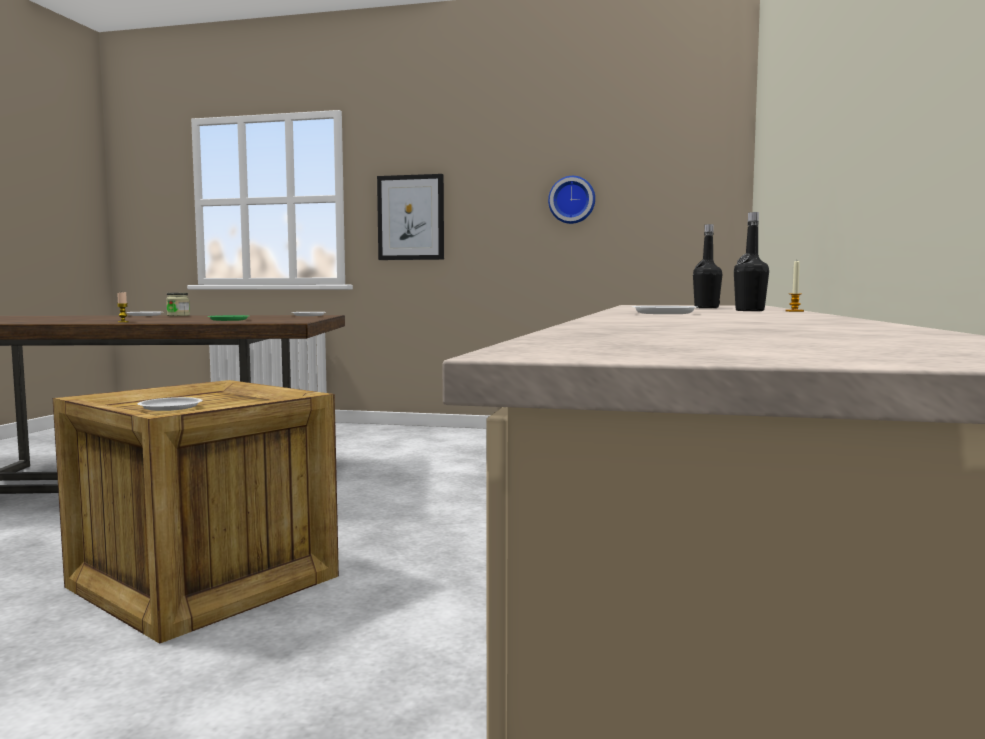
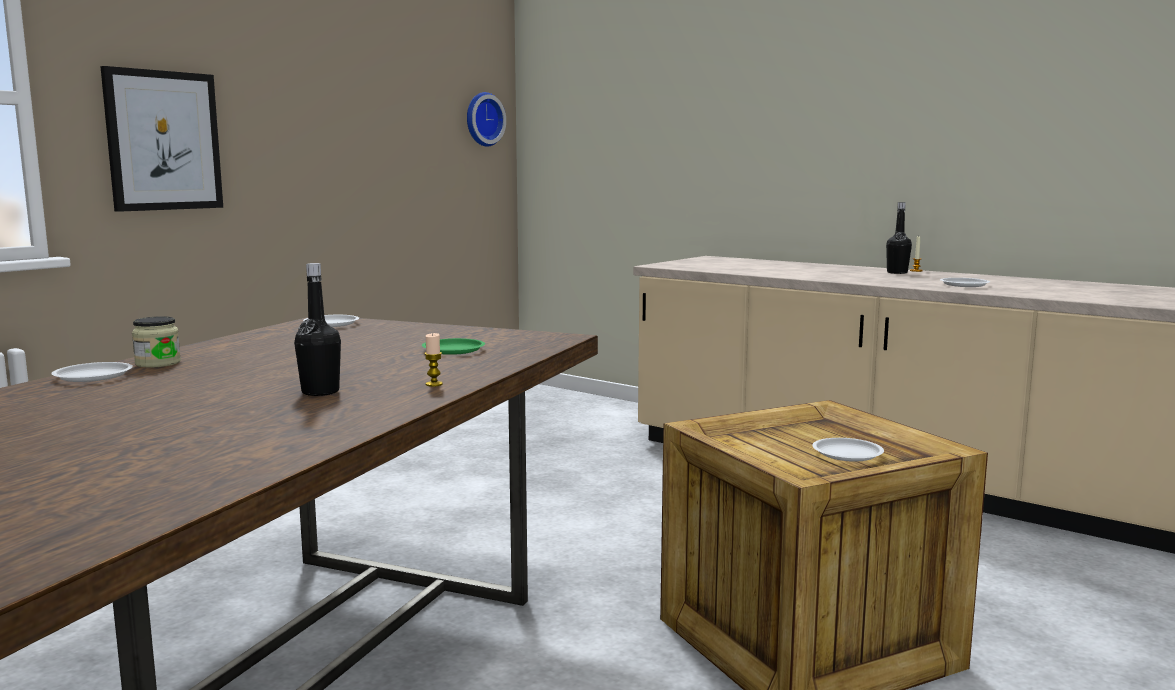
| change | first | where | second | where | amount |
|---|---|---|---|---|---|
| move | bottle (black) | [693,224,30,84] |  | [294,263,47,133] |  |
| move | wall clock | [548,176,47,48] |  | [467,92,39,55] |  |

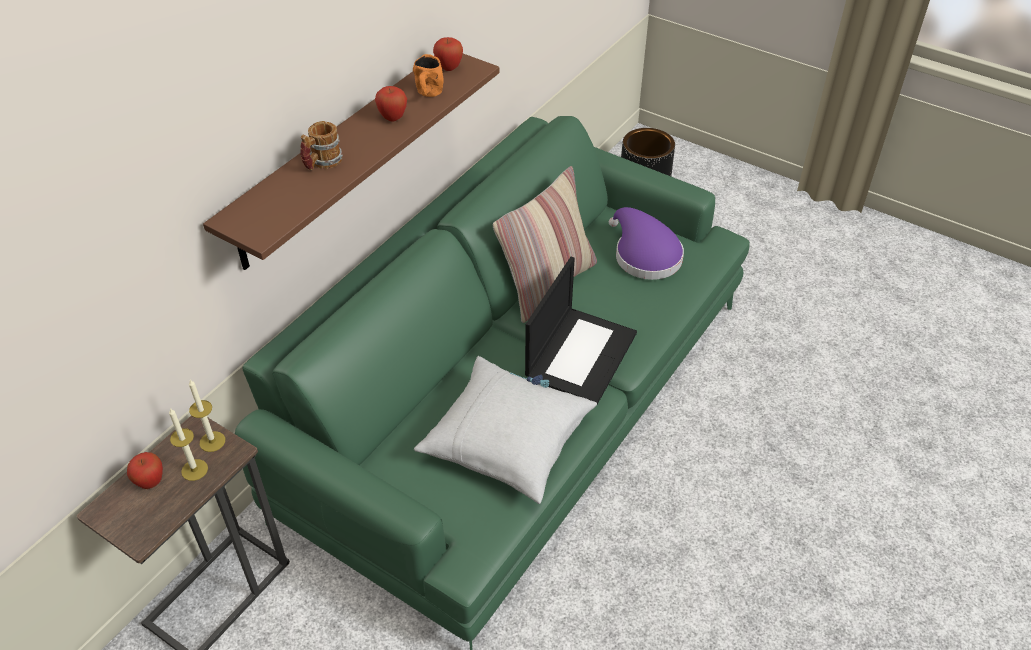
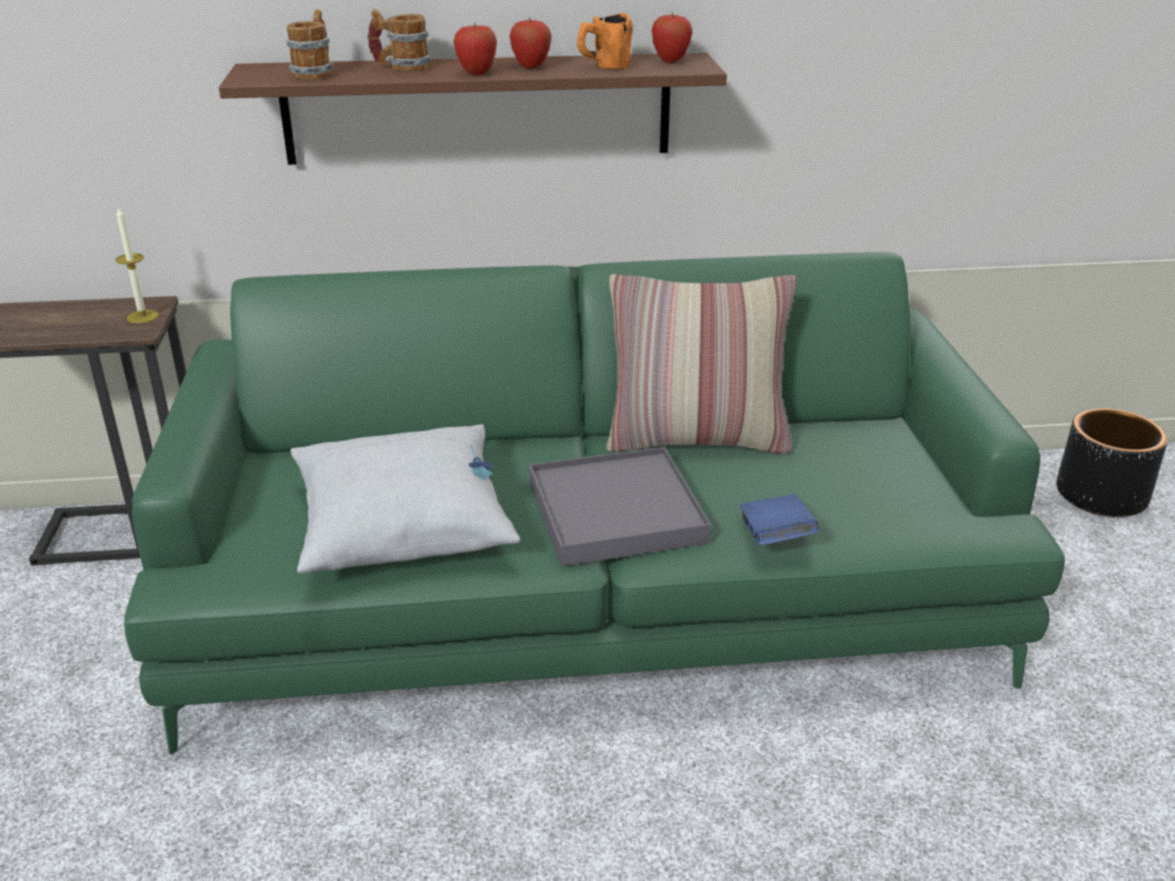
| change | first | where | second | where | amount |
|---|---|---|---|---|---|
| insert |  |  | mug | [286,10,47,70] |  |
| move | apple | [127,452,36,37] |  | [453,24,44,51] |  |
| replace | laptop | [525,257,112,147] | tray (grey) | [529,447,182,119] |  |
| insert |  |  | book (blue) | [740,494,80,52] |  |
| delete | candle | [169,408,39,73] |  |  |  |
| delete | hat (purple) | [609,207,75,73] |  |  |  |

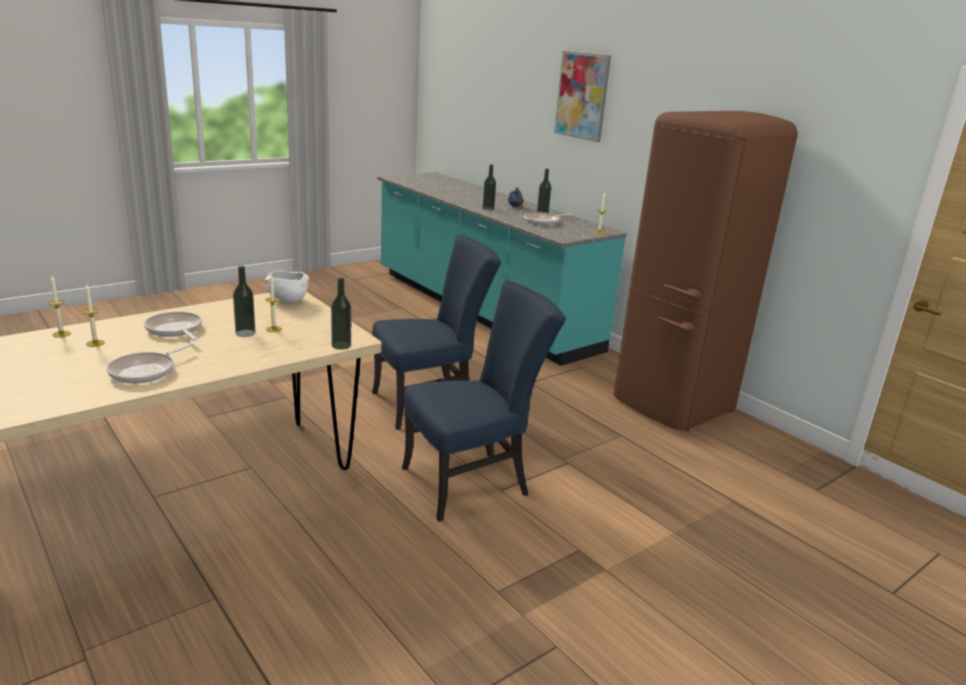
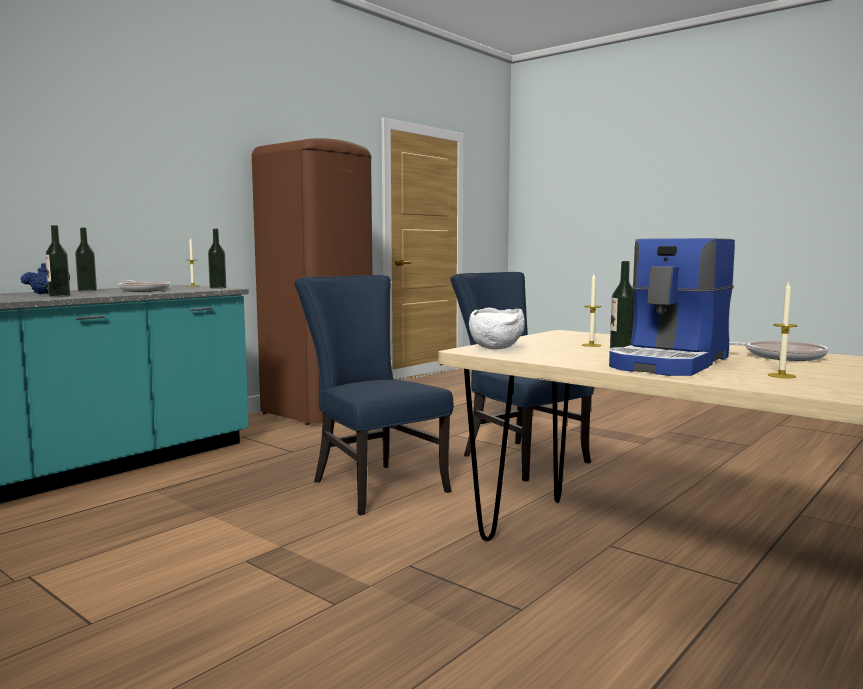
| change | first | where | second | where | amount |
|---|---|---|---|---|---|
| move | bottle | [331,278,20,72] |  | [208,229,18,60] |  |
| replace | frying pan | [144,312,58,29] | coffee machine | [609,238,126,138] |  |
| delete | candle | [48,276,23,62] |  |  |  |
| delete | picture | [554,51,57,91] |  |  |  |

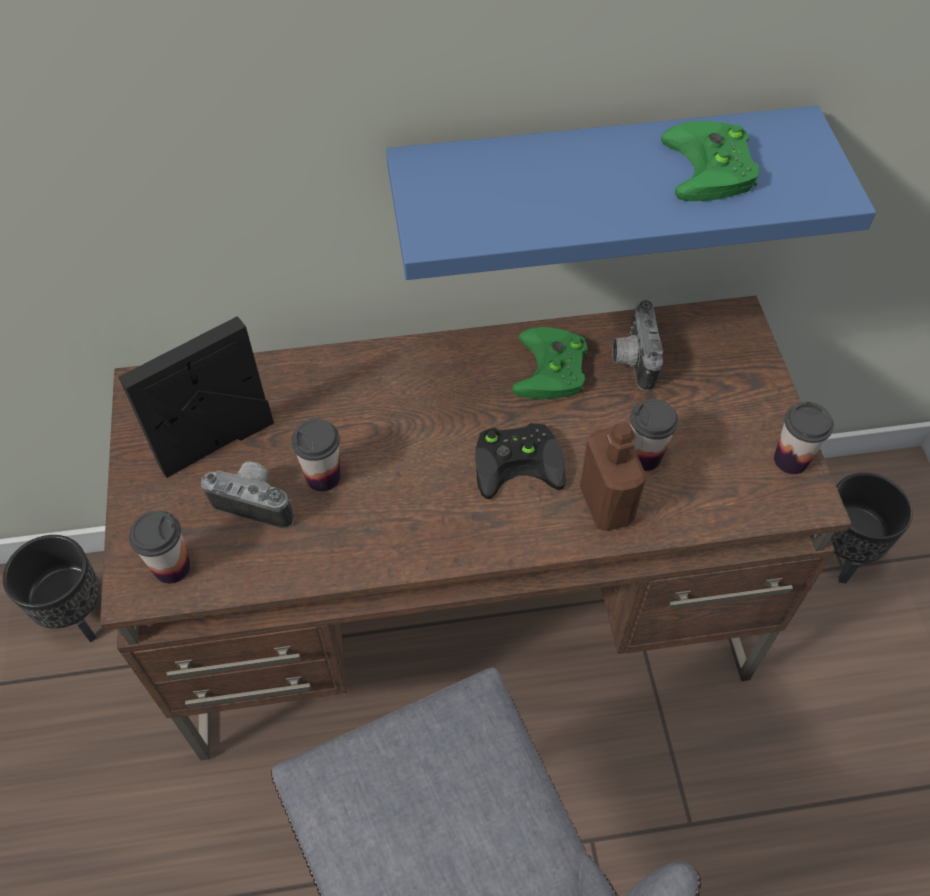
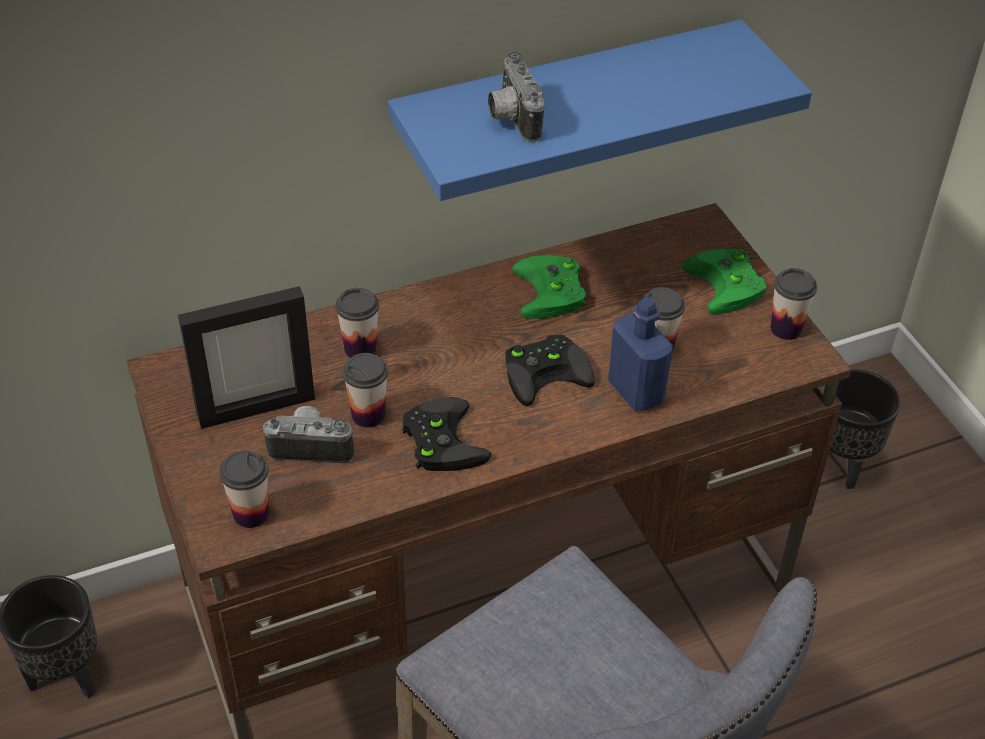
| change | first | where | second | where | amount |
|---|---|---|---|---|---|
| rotate | picture frame | [118,316,156,162] |  | [178,286,137,143] | 150 degrees counterclockwise |
| insert |  |  | cup | [335,288,44,70] |  |
| insert |  |  | game controller (black) | [402,397,89,74] |  |
| move | photo camera | [612,300,51,91] |  | [488,52,57,90] |  |
| recolor | bottle (brown) | [580,422,67,109] | bottle (blue) | [608,297,65,114] |  |
| move | game controller (green) | [661,121,98,80] |  | [682,249,84,65] |  |

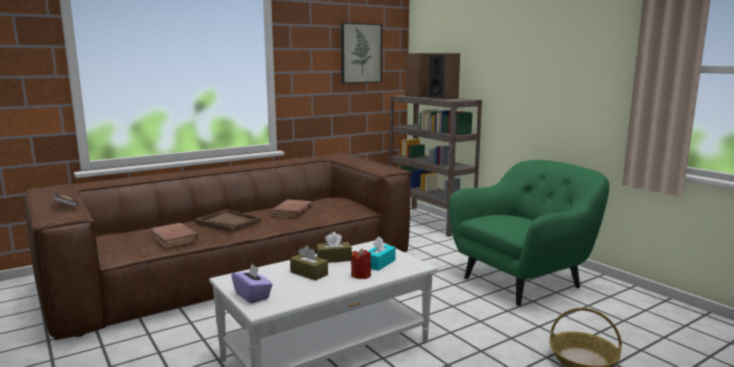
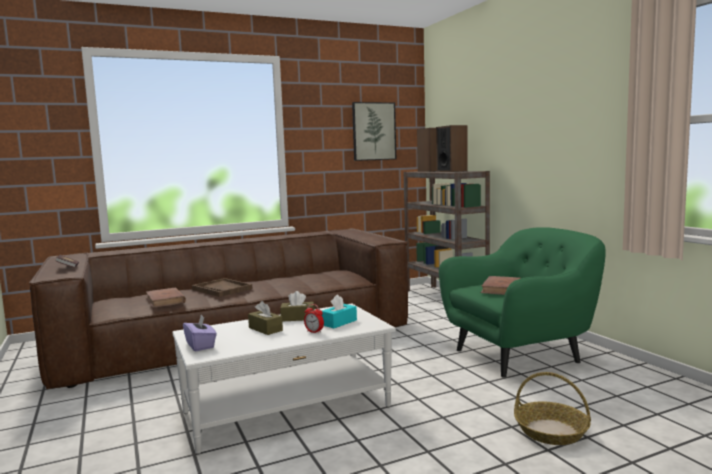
| change | first | where | second | where | amount |
|---|---|---|---|---|---|
| replace | candle (red) | [351,248,20,31] | alarm clock | [304,304,20,30] |  |
| move | book (brown) | [271,200,41,18] |  | [481,276,40,19] |  |

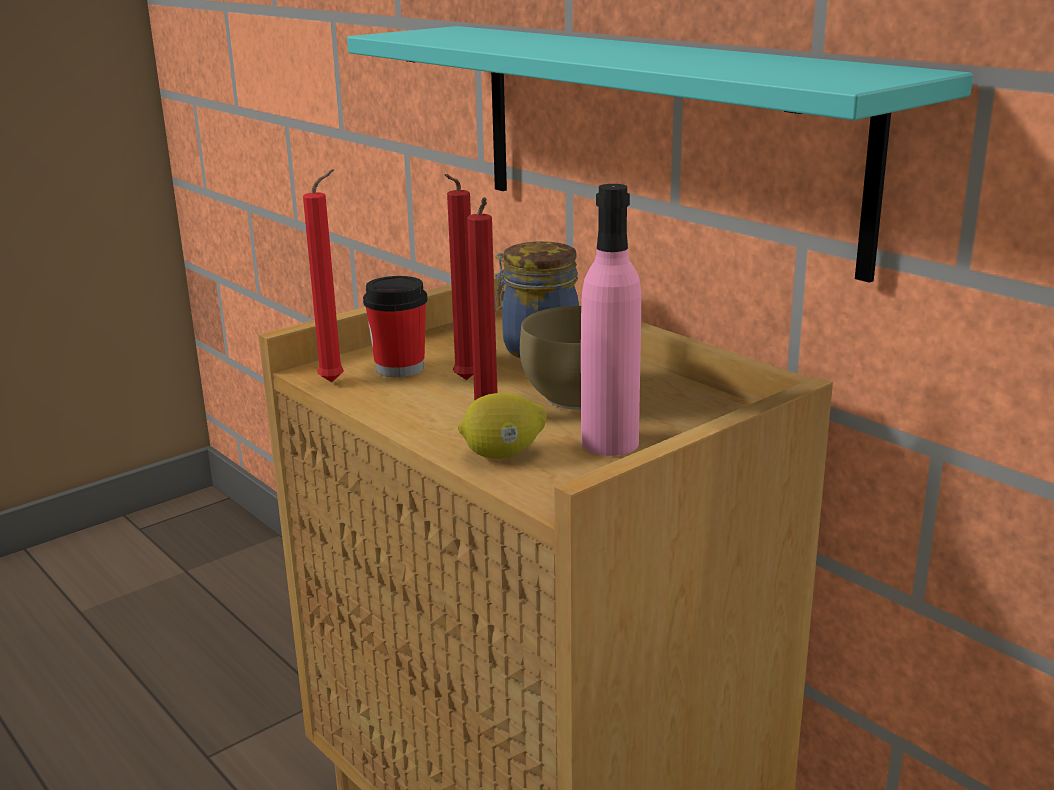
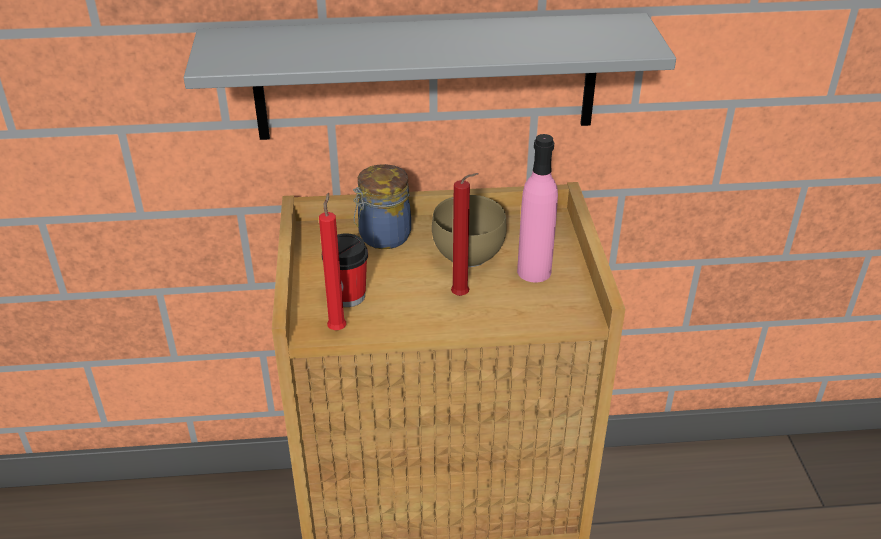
| change | first | where | second | where | amount |
|---|---|---|---|---|---|
| recolor | shelf (turquoise) | [347,26,626,257] | shelf (grey) | [184,13,492,127] |  |
| delete | candle (red) | [445,174,28,206] |  |  |  |
| delete | lemon | [458,393,89,66] |  |  |  |

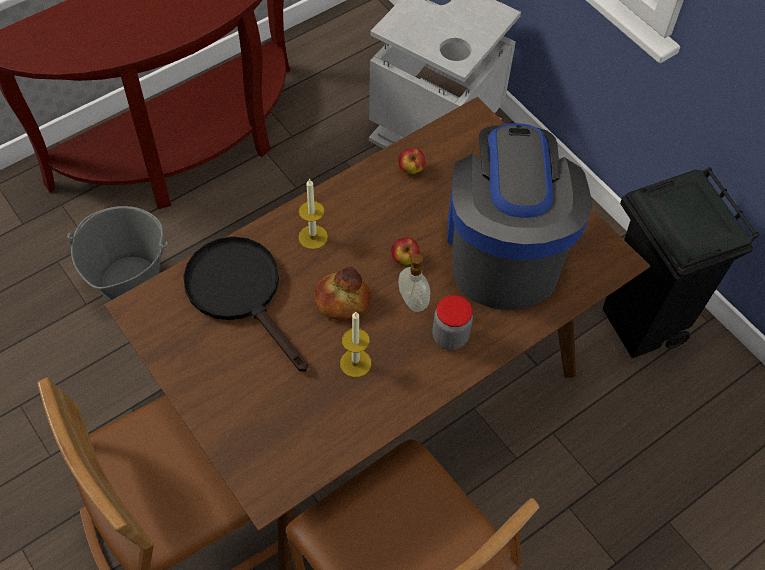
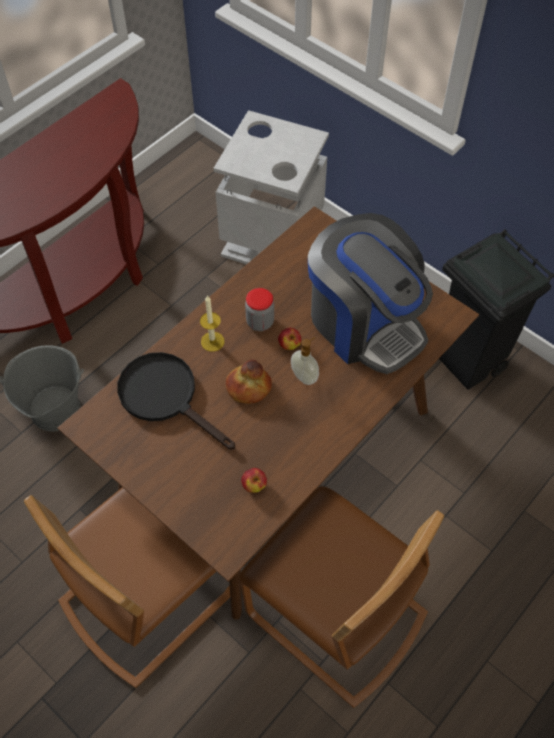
| change | first | where | second | where | amount |
|---|---|---|---|---|---|
| move | apple | [398,148,27,26] |  | [241,468,26,25] |  |
| move | jar | [432,295,41,55] |  | [245,288,29,43] |  |
| rotate | coffee machine | [447,123,145,187] |  | [308,213,125,161] | 150 degrees clockwise |
| delete | candle | [340,311,31,67] |  |  |  |

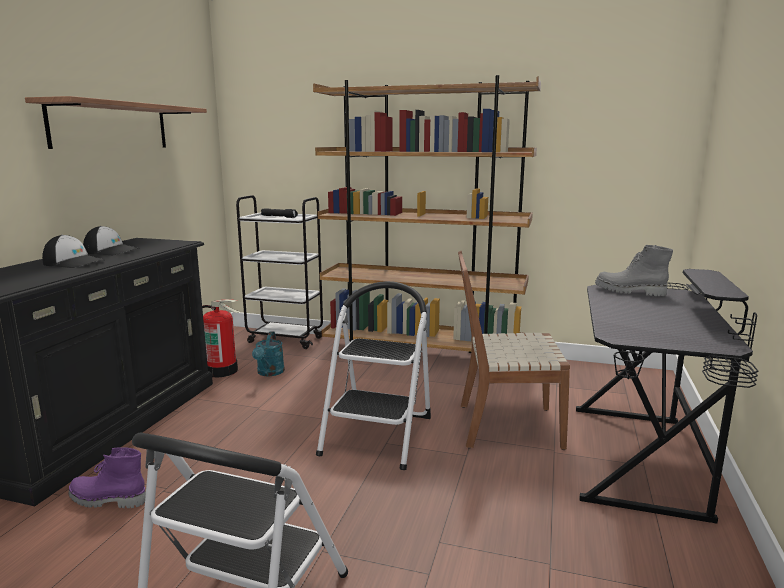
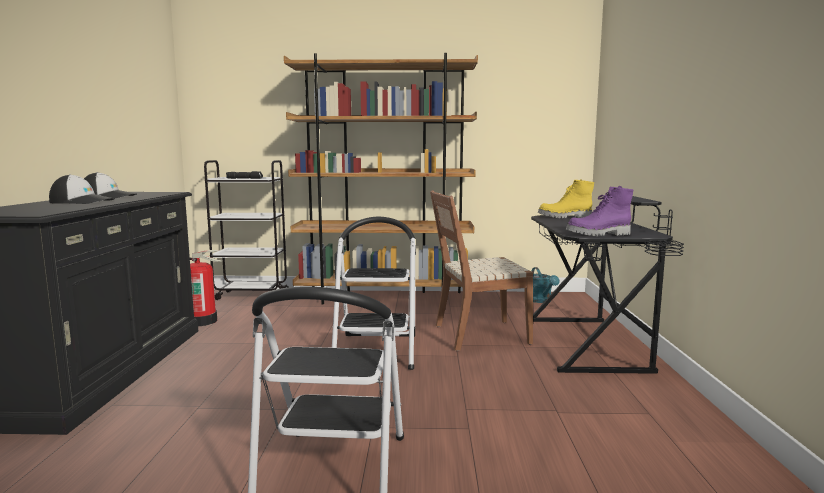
| change | first | where | second | where | amount |
|---|---|---|---|---|---|
| move | watering can (turquoise) | [252,331,33,45] |  | [532,267,28,36] |  |
| recolor | boot (grey) | [595,245,78,51] | boot (yellow) | [538,179,56,39] |  |
| move | boot (purple) | [69,447,77,61] |  | [566,186,68,50] |  |
| delete | shelf | [25,96,182,53] |  |  |  |

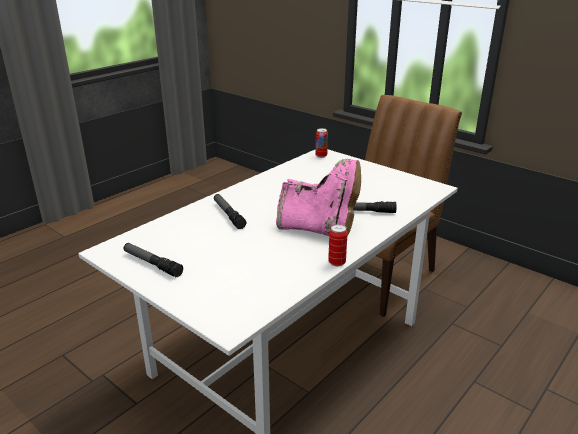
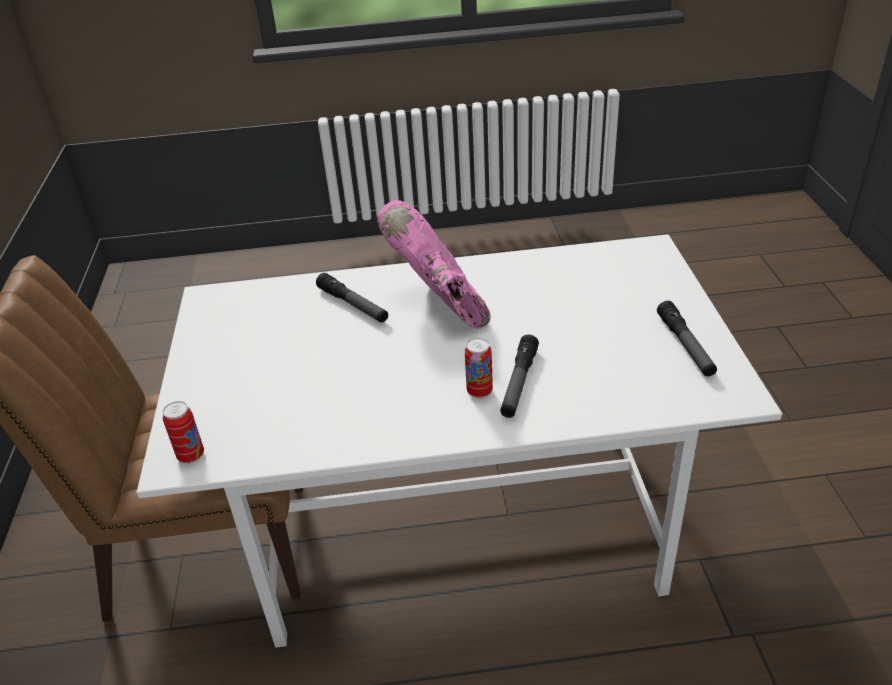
| change | first | where | second | where | amount |
|---|---|---|---|---|---|
| move | can | [328,224,20,42] |  | [465,338,28,60] |  |

